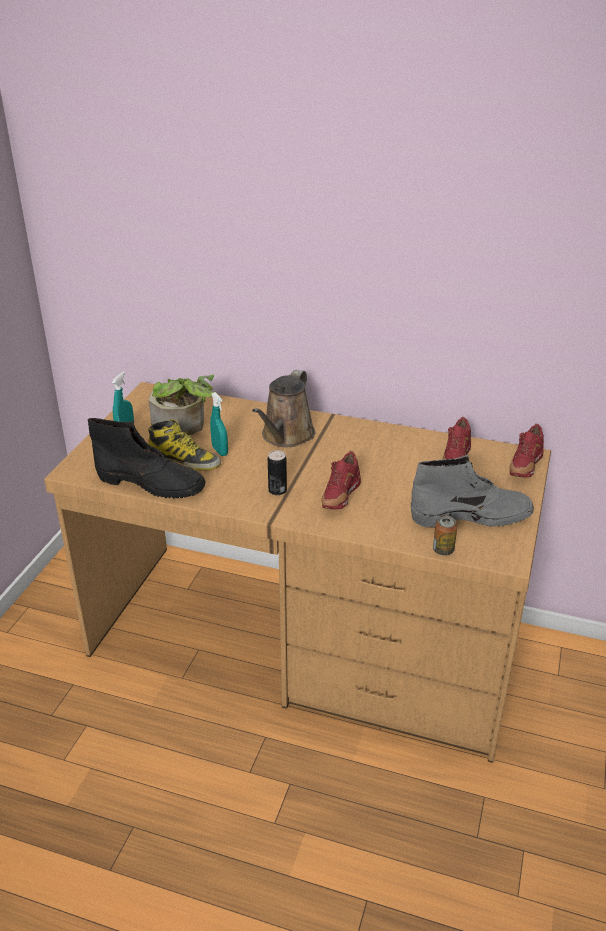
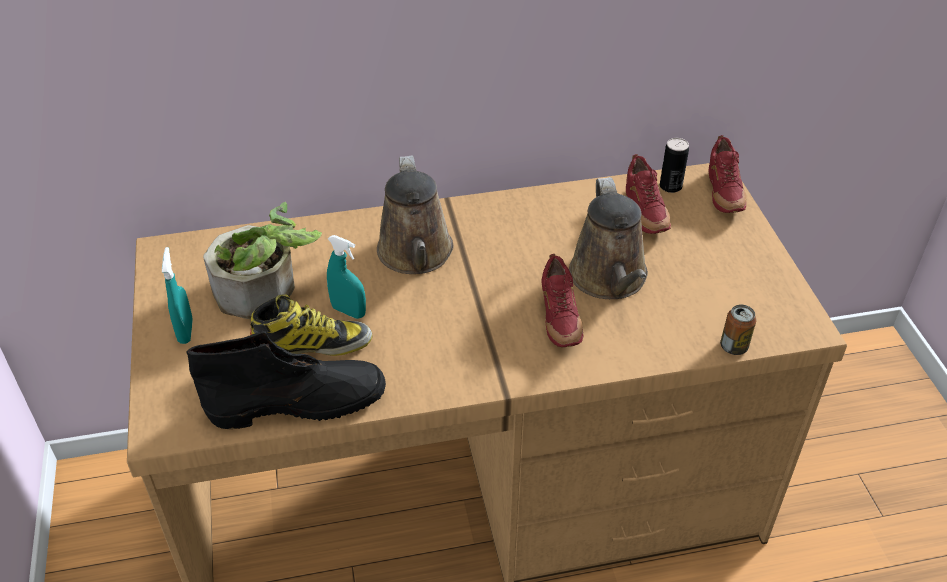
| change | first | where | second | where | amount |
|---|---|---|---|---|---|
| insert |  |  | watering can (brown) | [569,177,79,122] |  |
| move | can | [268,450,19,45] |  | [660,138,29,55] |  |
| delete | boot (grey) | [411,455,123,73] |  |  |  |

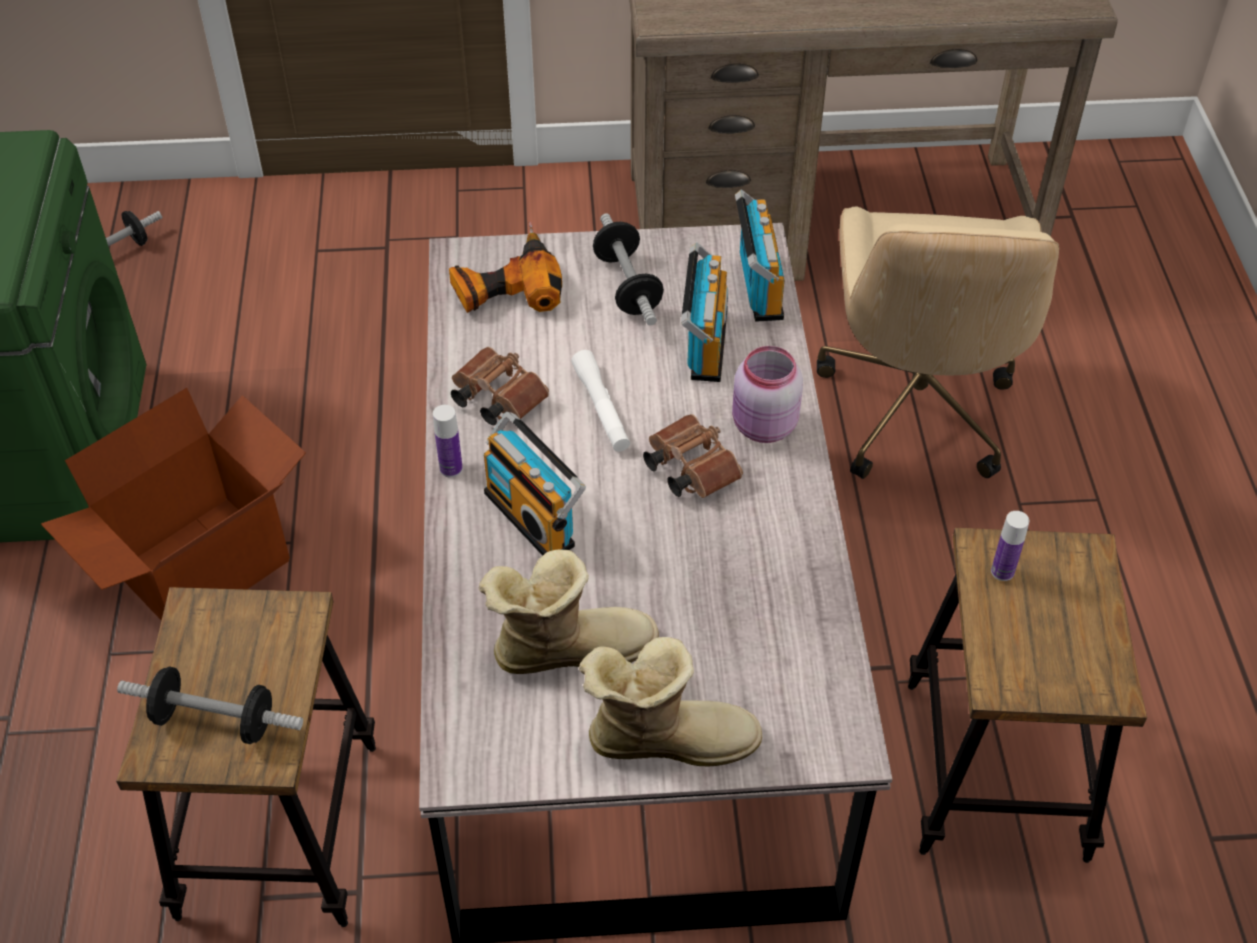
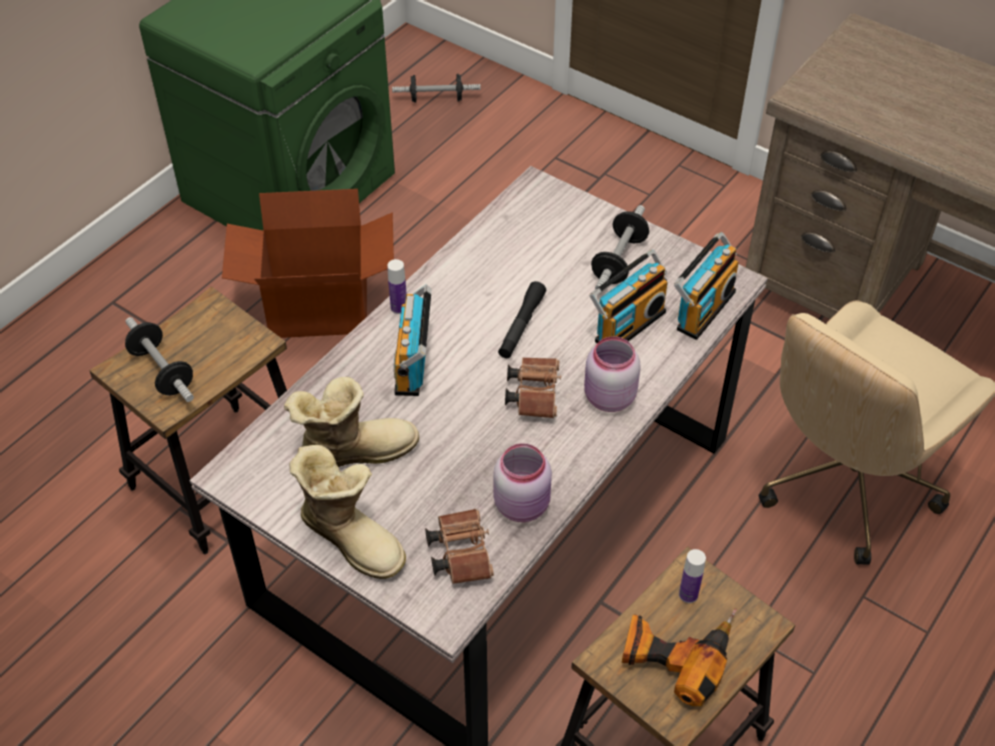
| change | first | where | second | where | amount |
|---|---|---|---|---|---|
| rotate | boot | [479,549,180,125] |  | [284,377,135,90] | 45 degrees counterclockwise |
| move | binoculars (brown) | [451,347,98,78] |  | [425,509,69,75] |  |
| insert |  |  | jar (pink) | [493,443,59,79] |  |
| recolor | flashlight (white) | [571,350,59,102] | flashlight (black) | [498,281,48,77] |  |
| move | power drill | [449,222,113,91] |  | [622,609,115,97] |  |

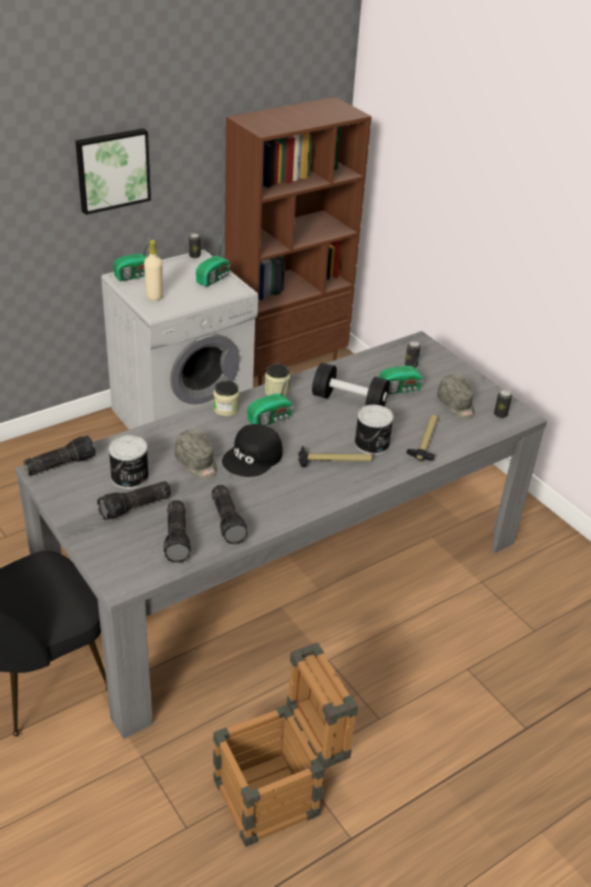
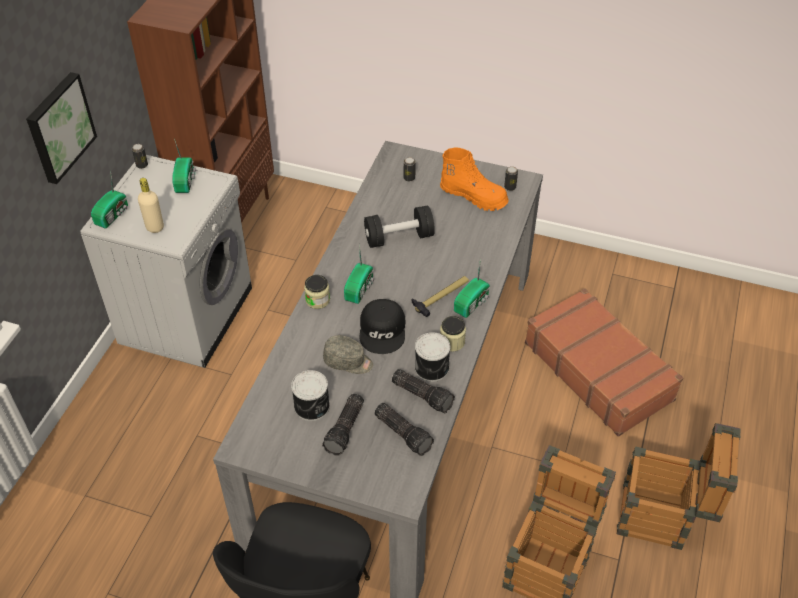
| change | first | where | second | where | amount |
|---|---|---|---|---|---|
| move | can | [354,405,40,50] |  | [414,332,36,50] |  |
| replace | cap (grey) | [437,374,38,45] | boot (orange) | [440,147,69,64] |  |
| move | jar | [264,364,27,32] |  | [440,316,26,36] |  |
| move | radio | [379,349,44,45] |  | [454,263,36,55] |  |
| insert |  |  | suitcase (brown) | [525,288,158,149] |  |
| insert |  |  | crate | [617,423,124,127] |  |
| delete | flashlight | [23,435,73,41] |  |  |  |
| delete | hammer | [407,415,31,46] |  |  |  |

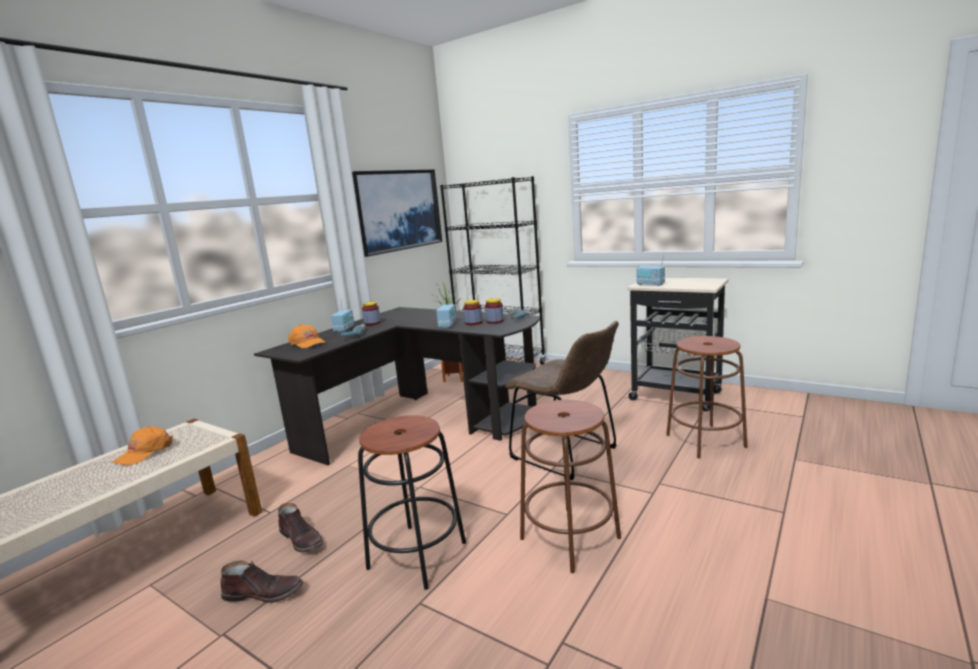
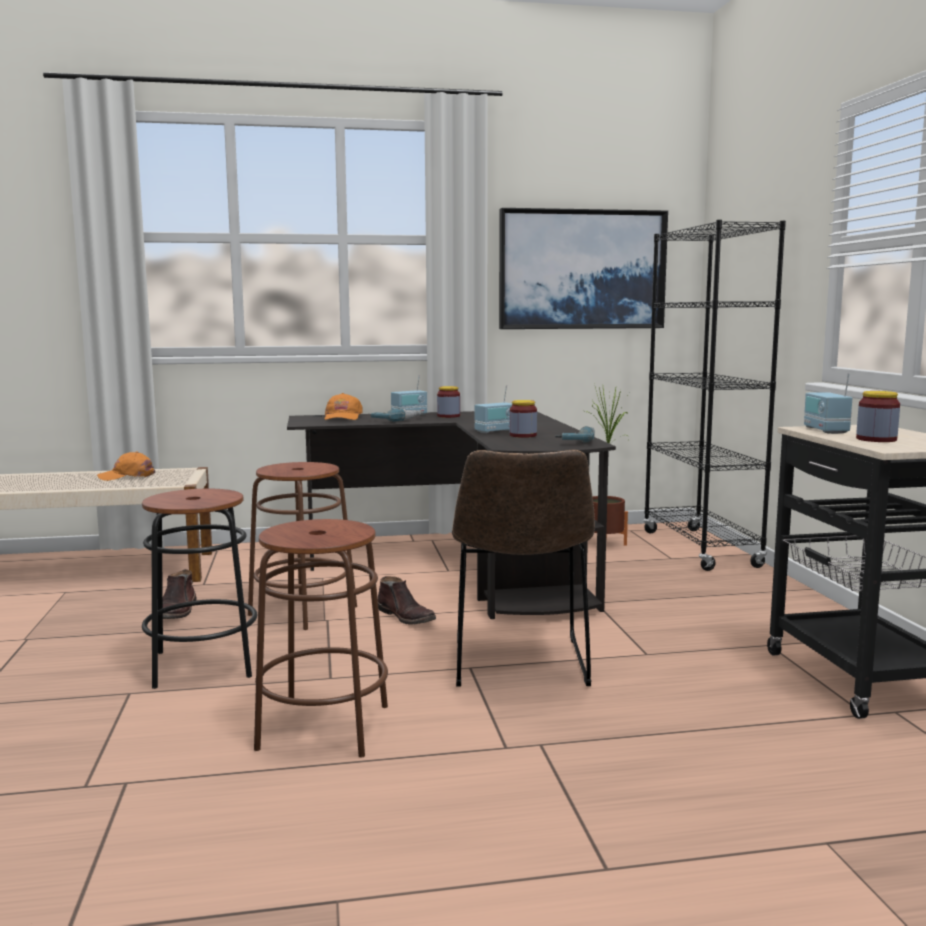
| change | first | where | second | where | amount |
|---|---|---|---|---|---|
| move | stool (brown) | [666,336,81,123] |  | [248,462,109,168] |  |
| move | boot (brown) | [221,560,82,43] |  | [378,576,58,48] |  |
| move | jar | [485,298,19,26] |  | [856,391,44,51] |  |

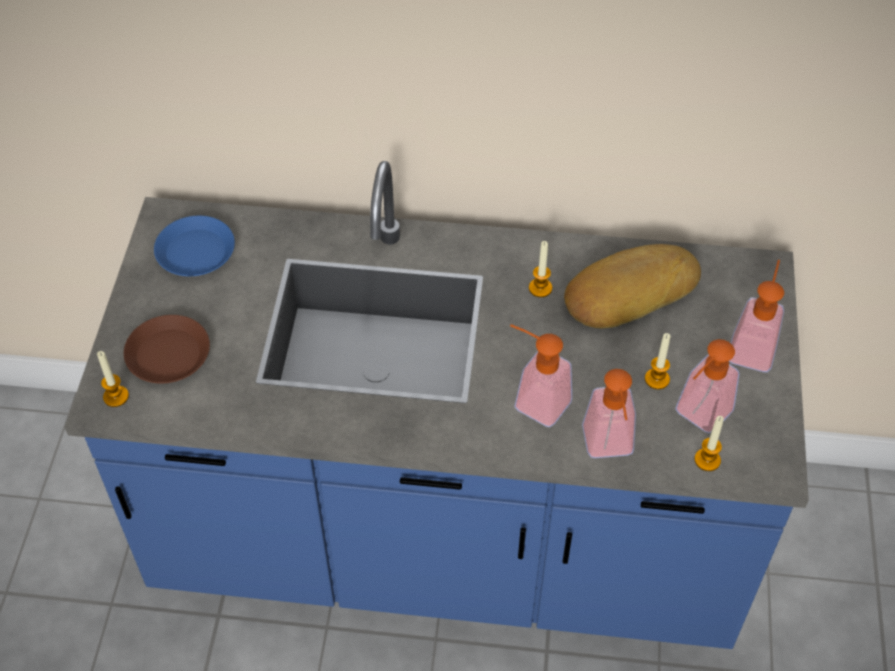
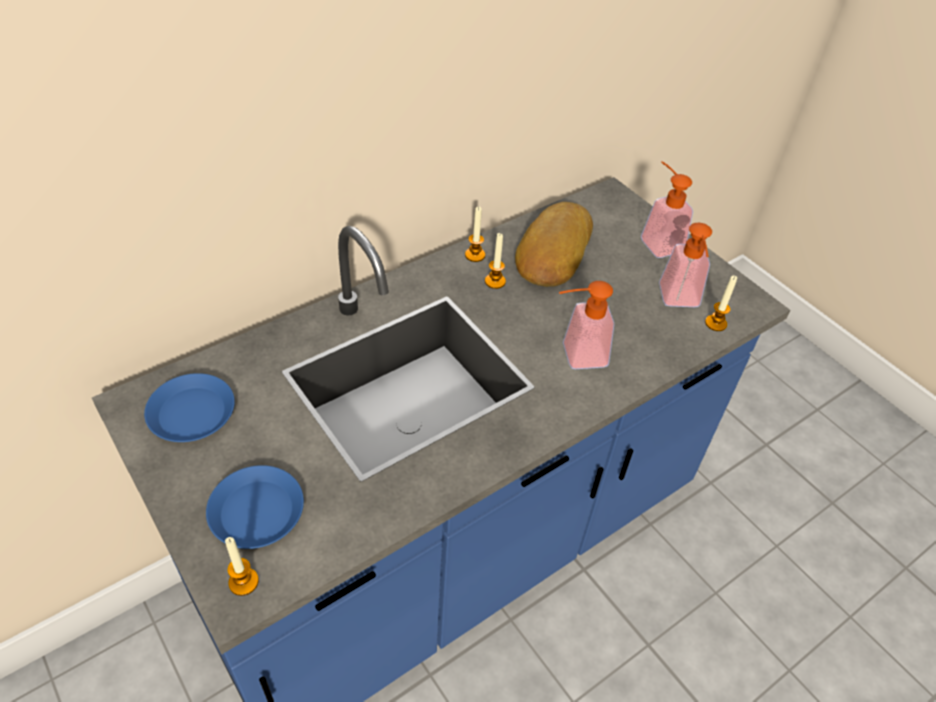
| change | first | where | second | where | amount |
|---|---|---|---|---|---|
| recolor | plate (brown) | [124,315,86,68] | plate (blue) | [206,465,98,84] |  |
| move | candle | [645,333,25,57] |  | [465,206,20,56] |  |
| delete | soap dispenser | [582,369,54,89] |  |  |  |

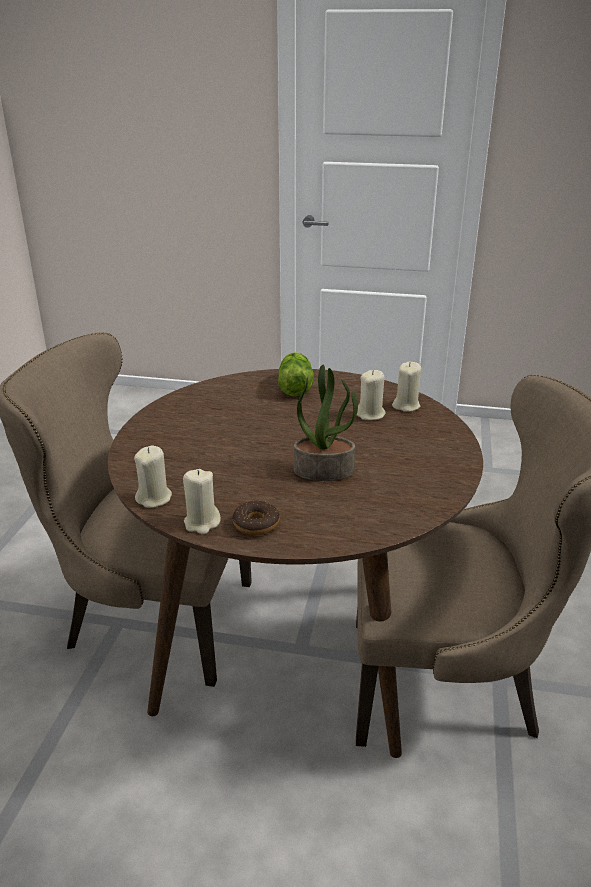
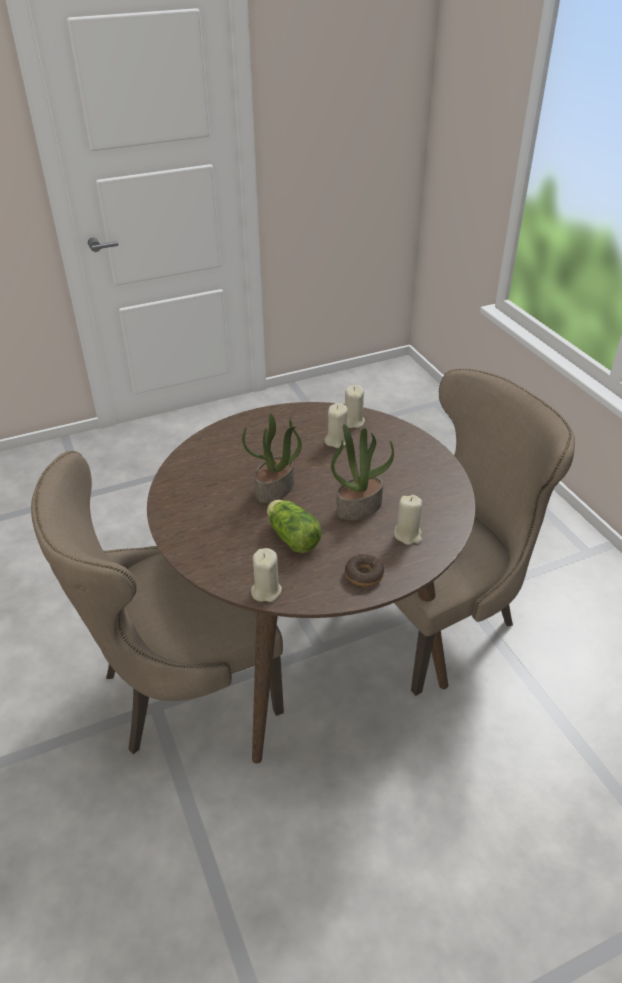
| change | first | where | second | where | amount |
|---|---|---|---|---|---|
| insert |  |  | potted plant | [242,414,60,89] |  |
| move | lettuce | [278,352,36,44] |  | [267,500,55,53] |  |
| move | candle (beige) | [183,469,38,65] |  | [394,495,28,50] |  |

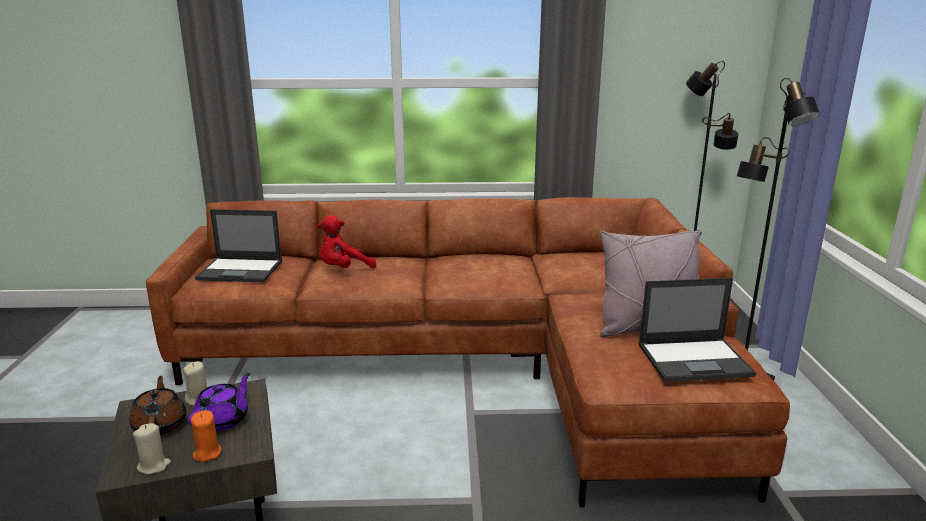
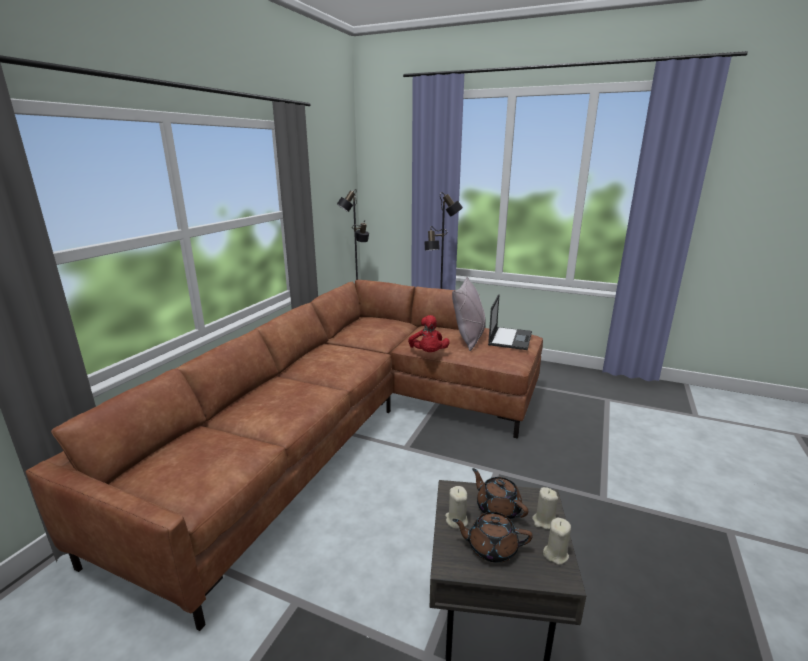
| change | first | where | second | where | amount |
|---|---|---|---|---|---|
| move | plush toy (red) | [318,215,58,53] |  | [408,315,42,37] |  |
| recolor | teapot (purple) | [188,373,62,58] | teapot (brown) | [472,468,56,51] |  |
| recolor | candle (orange) | [191,410,31,52] | candle (beige) | [532,487,26,43] |  |
| delete | laptop | [195,209,87,73] |  |  |  |

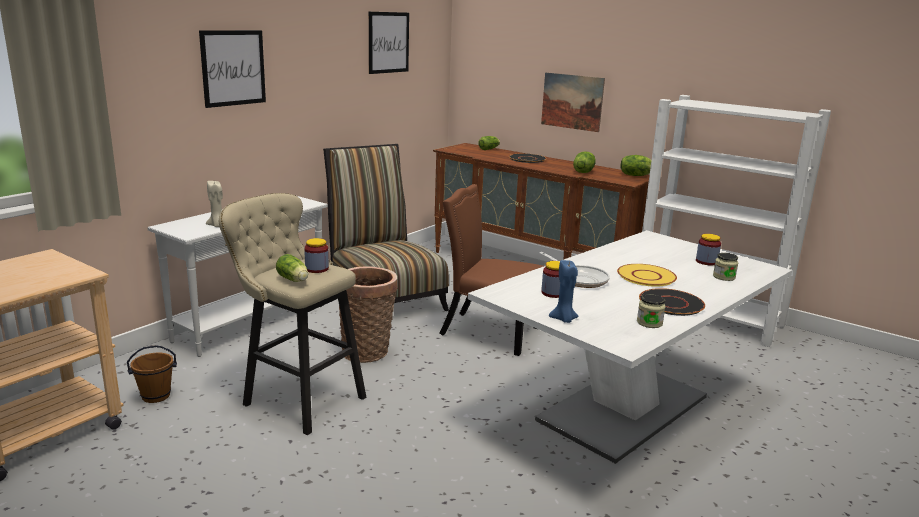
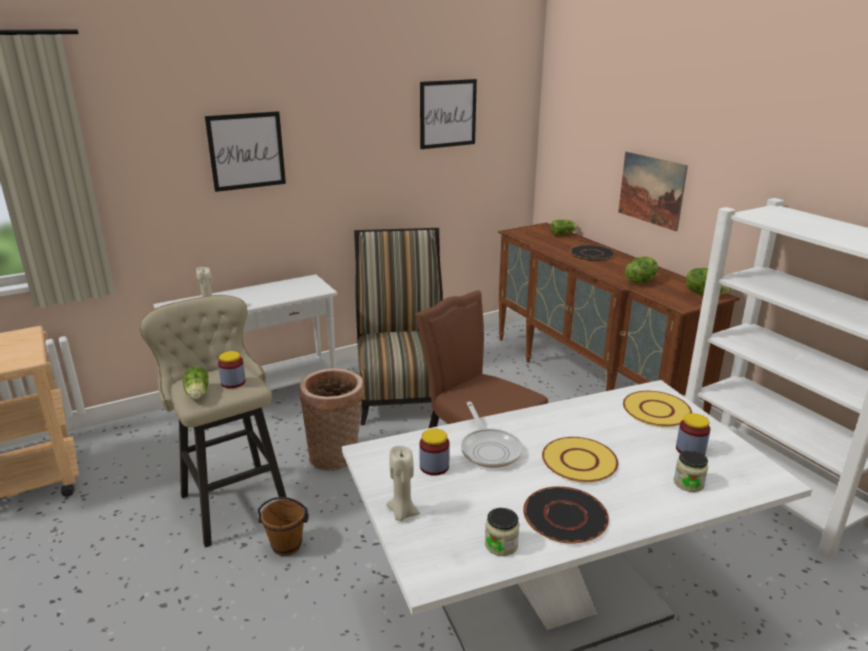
| change | first | where | second | where | amount |
|---|---|---|---|---|---|
| move | bucket (brown) | [127,345,50,58] |  | [258,497,51,59] |  |
| recolor | candle (blue) | [549,260,30,63] | candle (beige) | [386,446,34,75] |  |
| insert |  |  | plate (yellow) | [623,391,69,36] |  |

